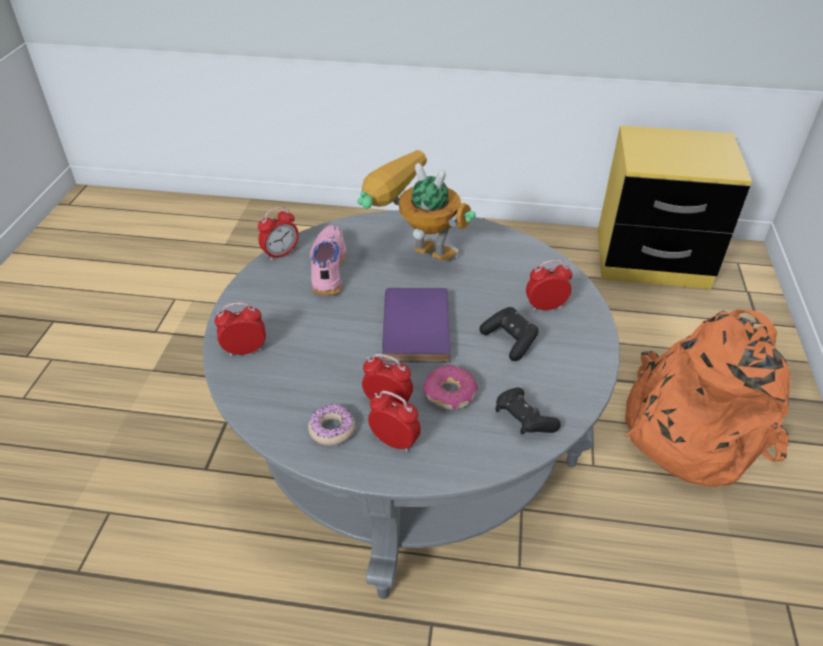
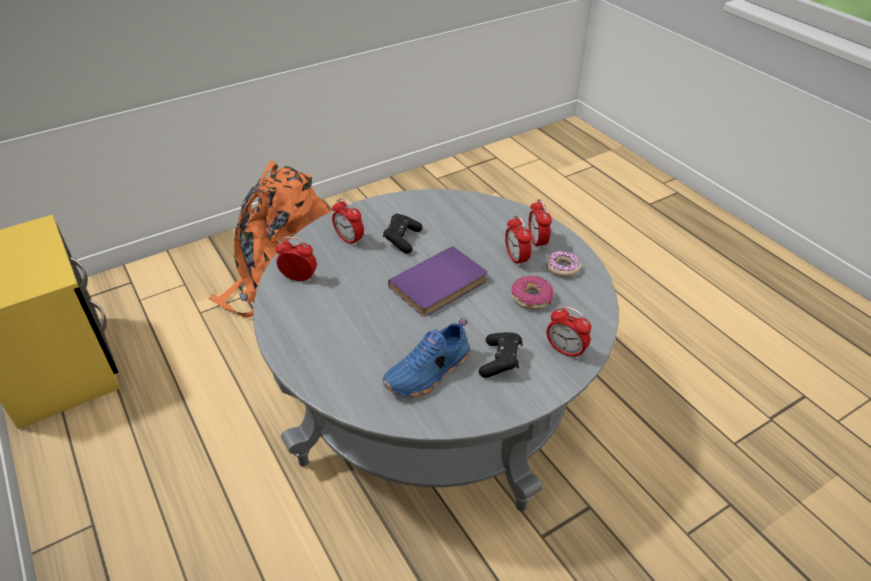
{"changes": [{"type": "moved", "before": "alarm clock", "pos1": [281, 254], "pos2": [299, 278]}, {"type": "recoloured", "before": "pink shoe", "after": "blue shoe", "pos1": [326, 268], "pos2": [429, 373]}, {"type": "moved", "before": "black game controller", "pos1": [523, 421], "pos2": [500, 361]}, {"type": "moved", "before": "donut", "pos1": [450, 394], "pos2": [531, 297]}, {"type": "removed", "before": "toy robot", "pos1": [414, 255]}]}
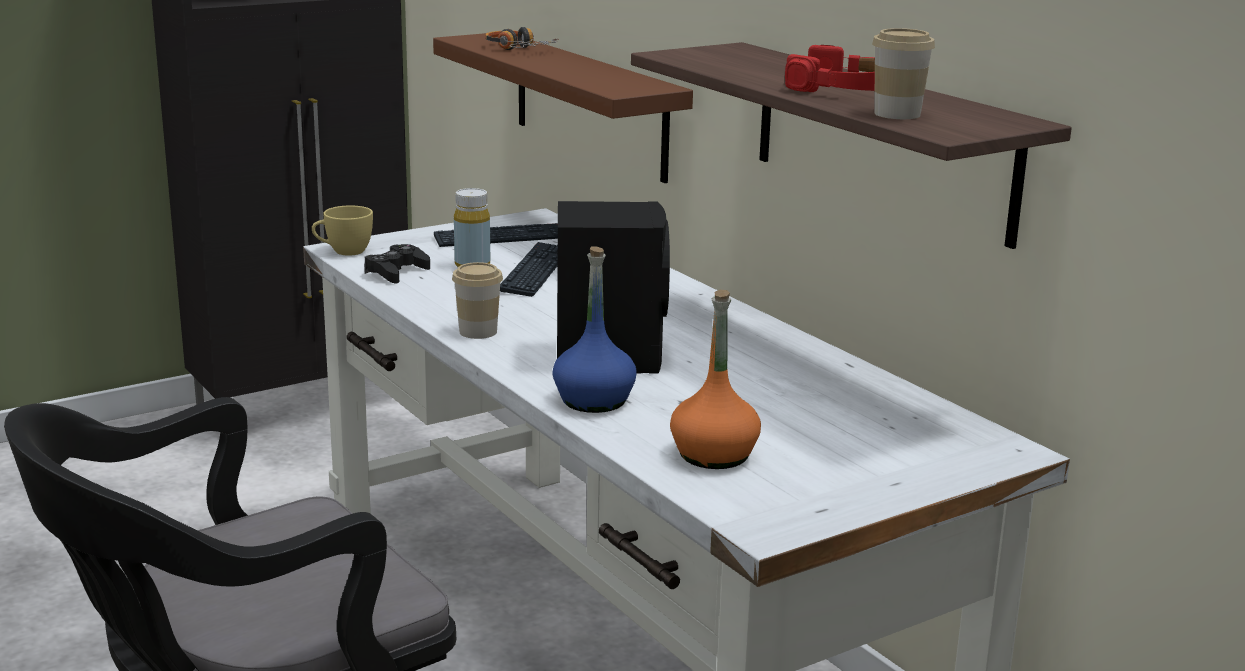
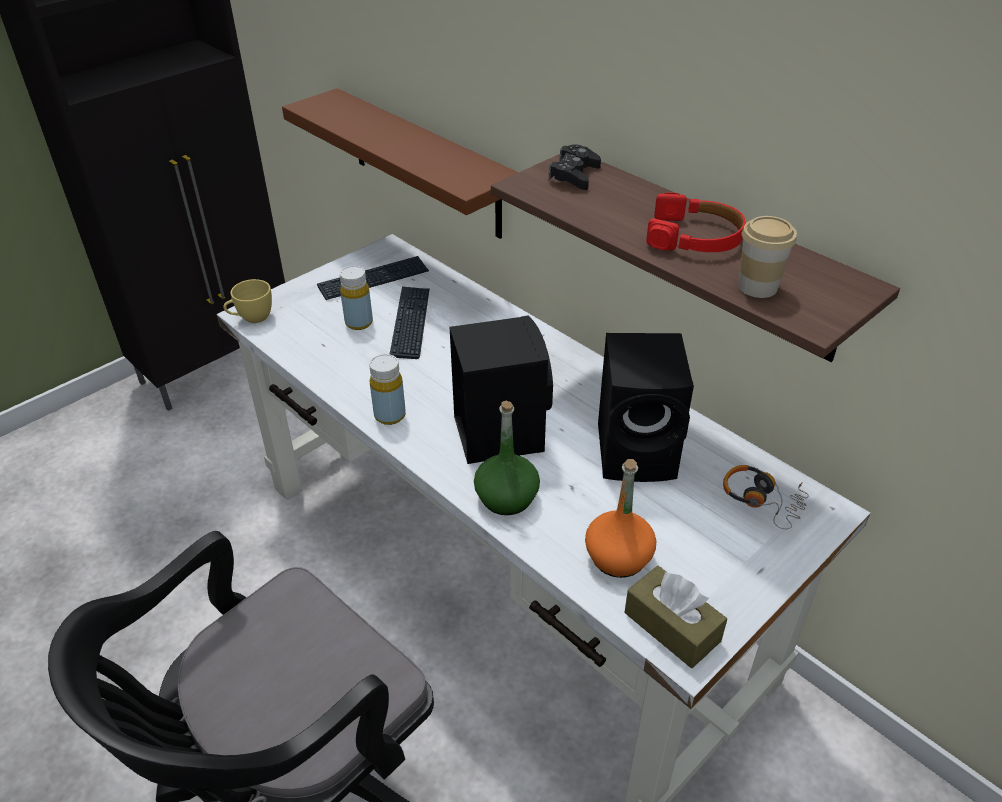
{"changes": [{"type": "replaced", "before": "cup", "after": "yellow bottle", "pos1": [478, 332], "pos2": [390, 415]}, {"type": "recoloured", "before": "blue bottle", "after": "green bottle", "pos1": [594, 401], "pos2": [507, 497]}, {"type": "moved", "before": "black game controller", "pos1": [396, 272], "pos2": [574, 175]}, {"type": "added", "after": "black speaker", "pos2": [639, 452]}, {"type": "added", "after": "brown tissue box", "pos2": [672, 627]}, {"type": "moved", "before": "headphones", "pos1": [519, 49], "pos2": [762, 500]}]}
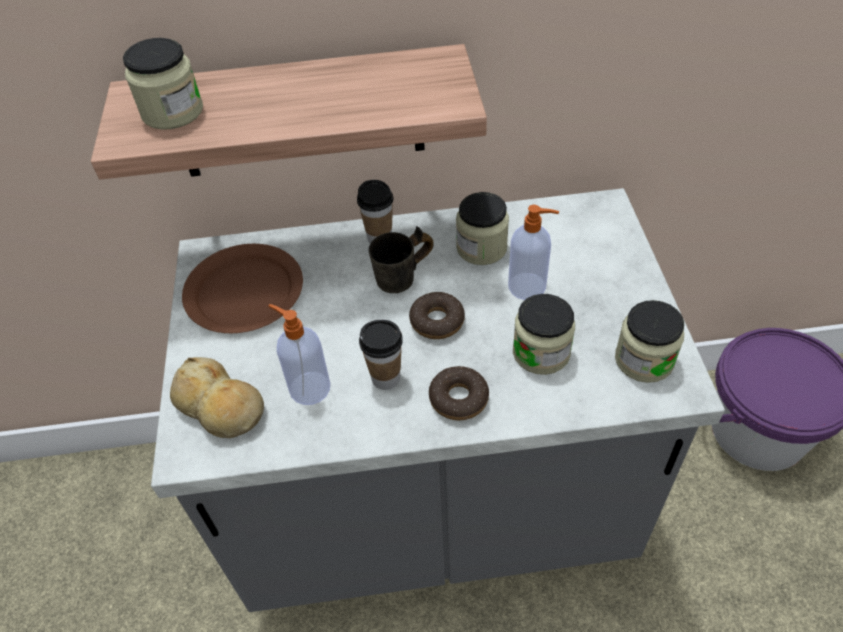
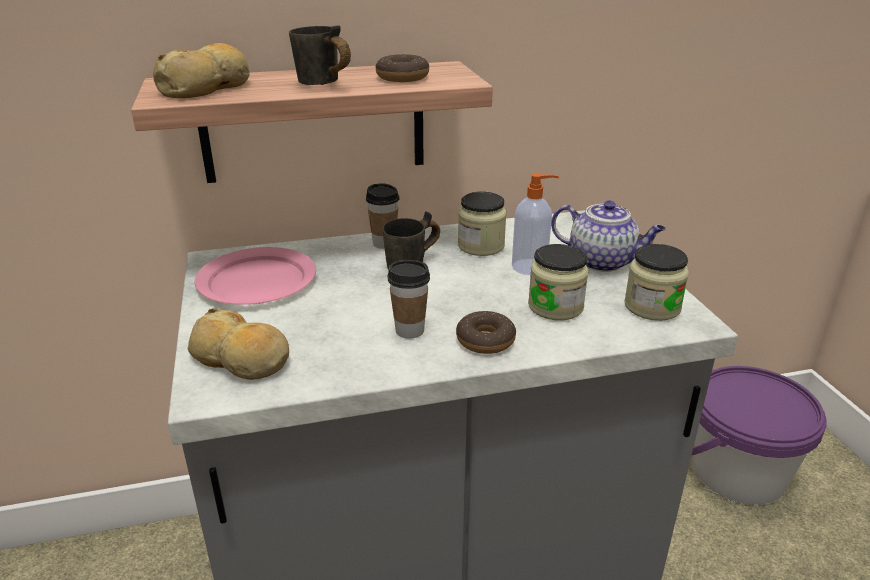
{"changes": [{"type": "replaced", "before": "jar", "after": "bread", "pos1": [172, 112], "pos2": [207, 88]}, {"type": "recoloured", "before": "brown plate", "after": "pink plate", "pos1": [245, 292], "pos2": [258, 281]}, {"type": "added", "after": "grey mug", "pos2": [320, 86]}, {"type": "moved", "before": "donut", "pos1": [437, 321], "pos2": [402, 77]}, {"type": "added", "after": "teapot", "pos2": [603, 262]}, {"type": "removed", "before": "soap dispenser", "pos1": [308, 387]}]}
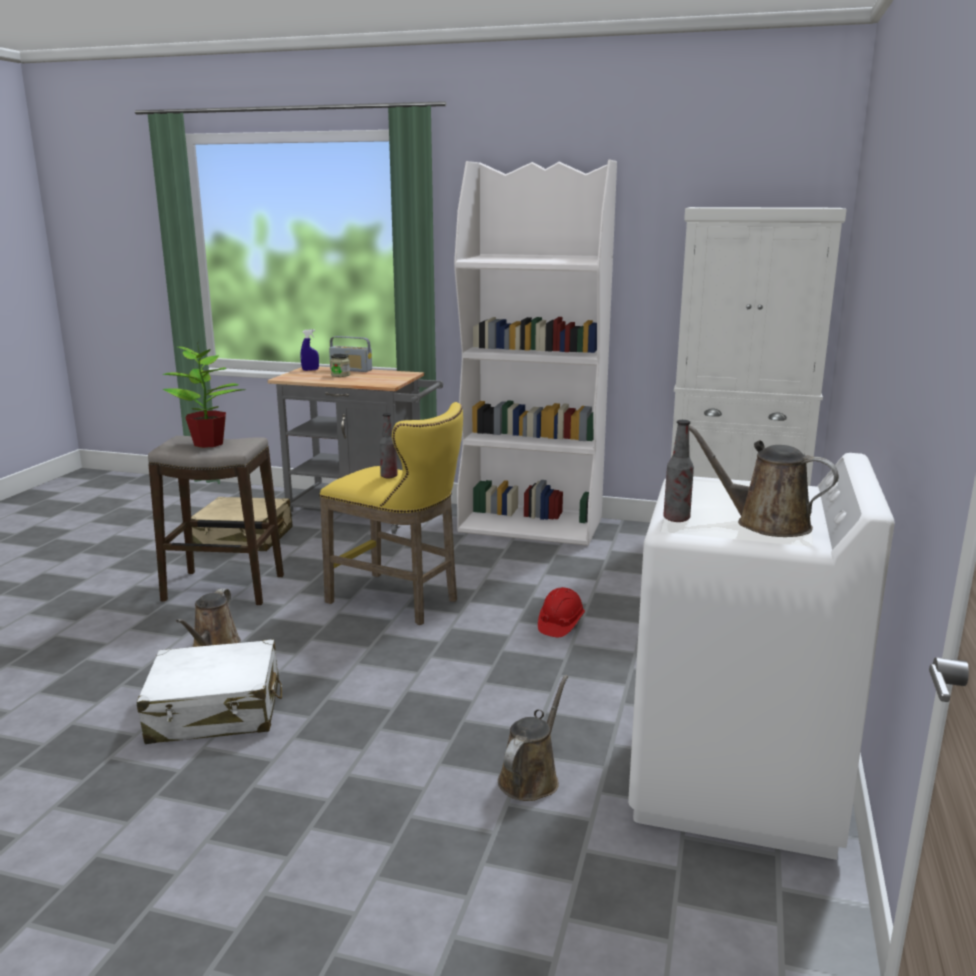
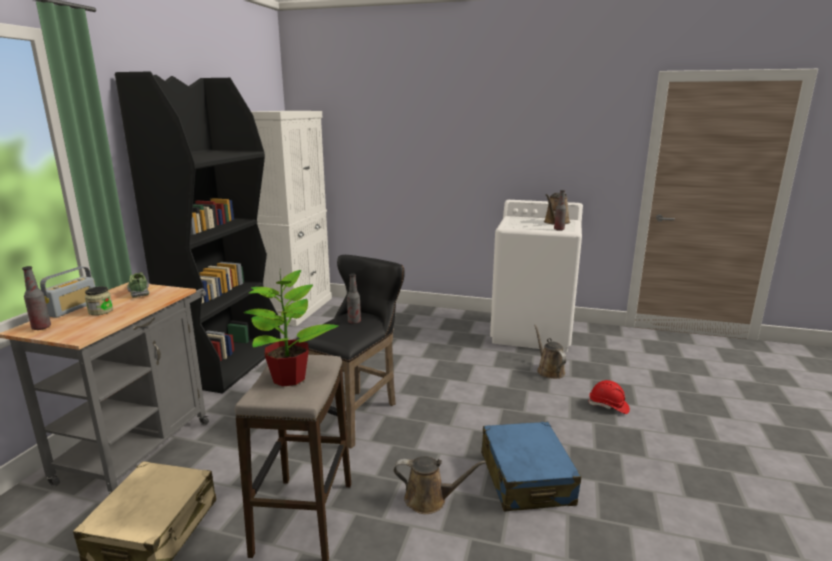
{"changes": [{"type": "replaced", "before": "blue spray bottle", "after": "bottle", "pos1": [310, 370], "pos2": [41, 327]}, {"type": "recoloured", "before": "white bookcase", "after": "black bookcase", "pos1": [532, 525], "pos2": [228, 363]}, {"type": "added", "after": "shoe", "pos2": [139, 291]}, {"type": "recoloured", "before": "yellow stool", "after": "black stool", "pos1": [399, 602], "pos2": [356, 414]}, {"type": "recoloured", "before": "white suitcase", "after": "blue suitcase", "pos1": [215, 711], "pos2": [526, 478]}, {"type": "turned", "before": "brown watering can", "pos1": [531, 778], "pos2": [549, 370], "turn": 45}, {"type": "moved", "before": "red hard hat", "pos1": [560, 625], "pos2": [608, 406]}]}
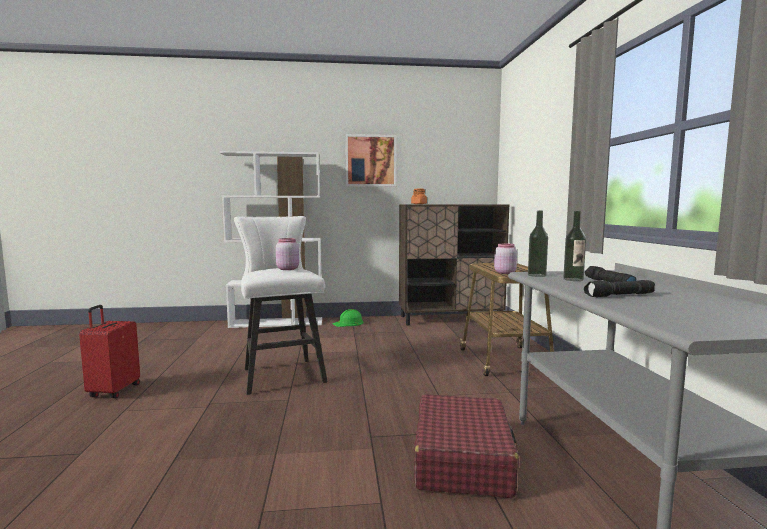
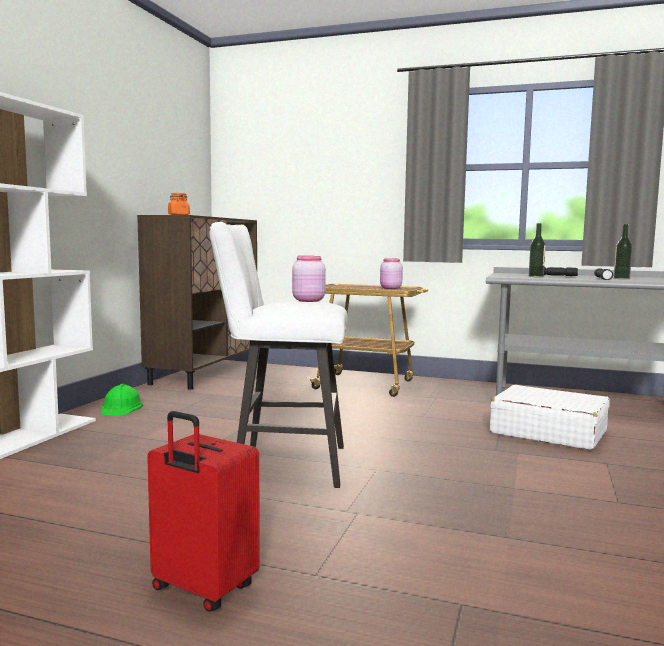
{"changes": [{"type": "recoloured", "before": "red suitcase", "after": "white suitcase", "pos1": [462, 459], "pos2": [548, 432]}, {"type": "moved", "before": "bottle", "pos1": [536, 275], "pos2": [621, 278]}, {"type": "removed", "before": "picture", "pos1": [370, 161]}]}
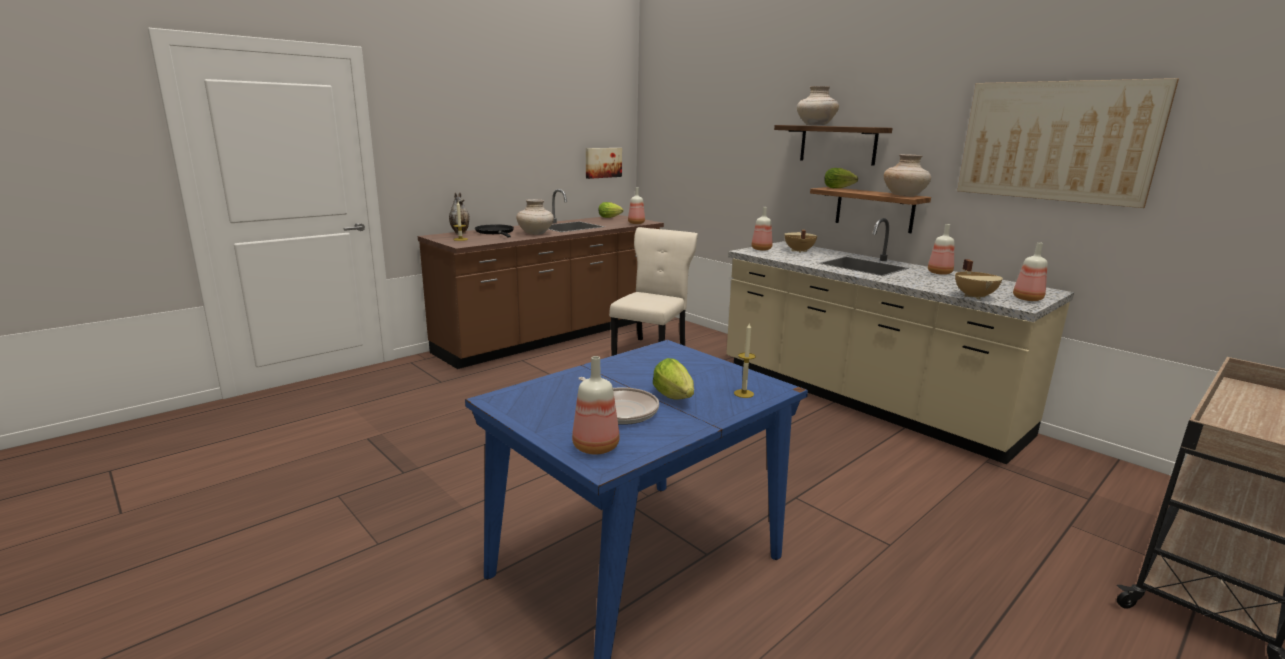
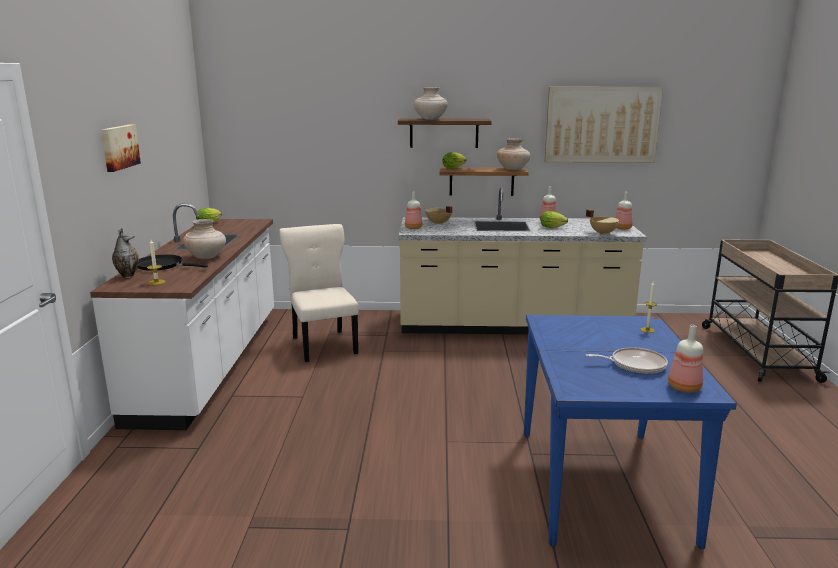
{"changes": [{"type": "recoloured", "before": "brown counter", "after": "white counter", "pos1": [553, 336], "pos2": [211, 363]}, {"type": "moved", "before": "picture", "pos1": [602, 162], "pos2": [119, 147]}, {"type": "moved", "before": "lettuce", "pos1": [675, 398], "pos2": [553, 227]}, {"type": "removed", "before": "bottle", "pos1": [635, 223]}]}
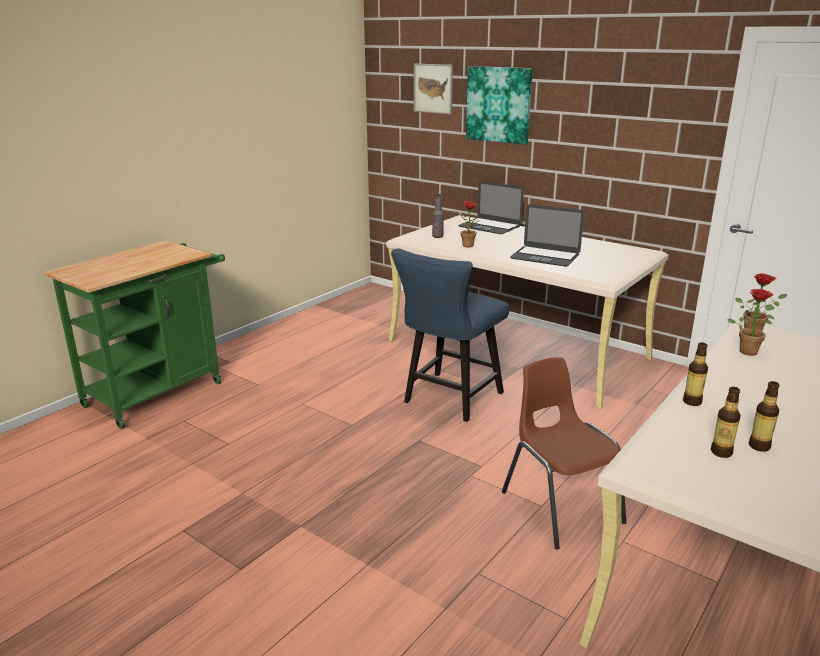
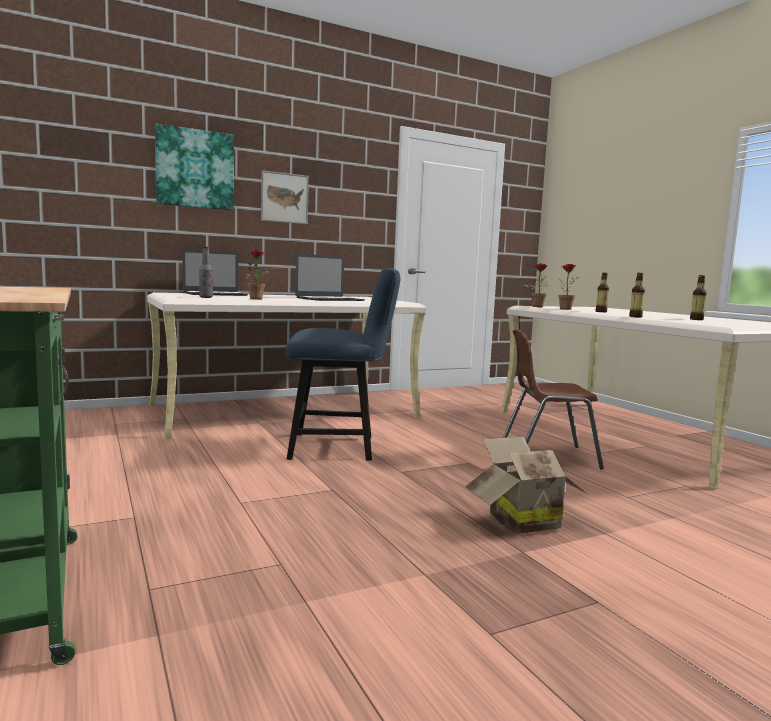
{"changes": [{"type": "moved", "before": "picture", "pos1": [433, 88], "pos2": [284, 198]}, {"type": "turned", "before": "blue chair", "pos1": [448, 400], "pos2": [340, 447], "turn": -60}, {"type": "added", "after": "cardboard box", "pos2": [519, 520]}, {"type": "moved", "before": "bottle", "pos1": [721, 452], "pos2": [601, 312]}]}
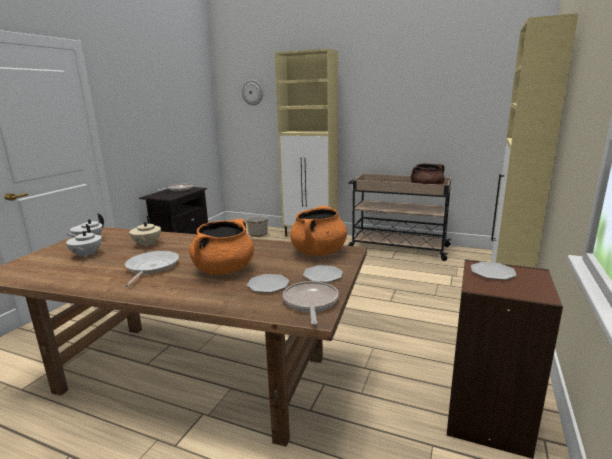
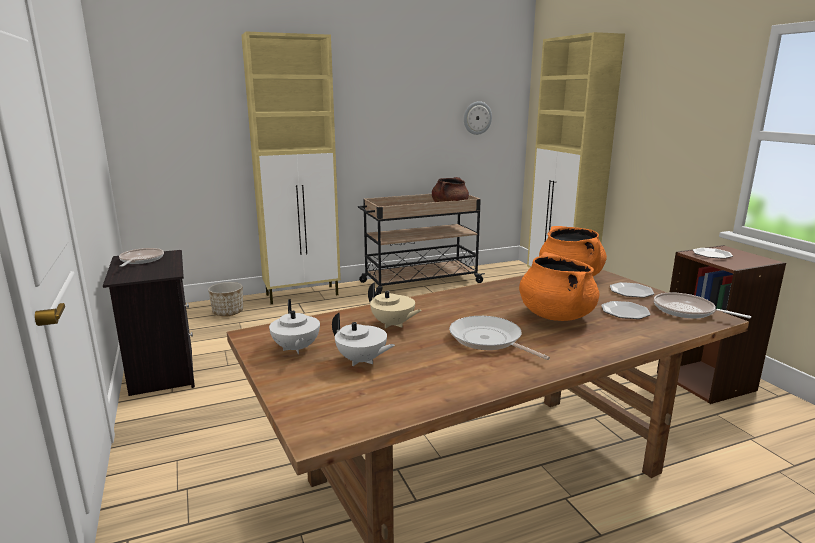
{"changes": [{"type": "moved", "before": "wall clock", "pos1": [252, 92], "pos2": [477, 118]}]}
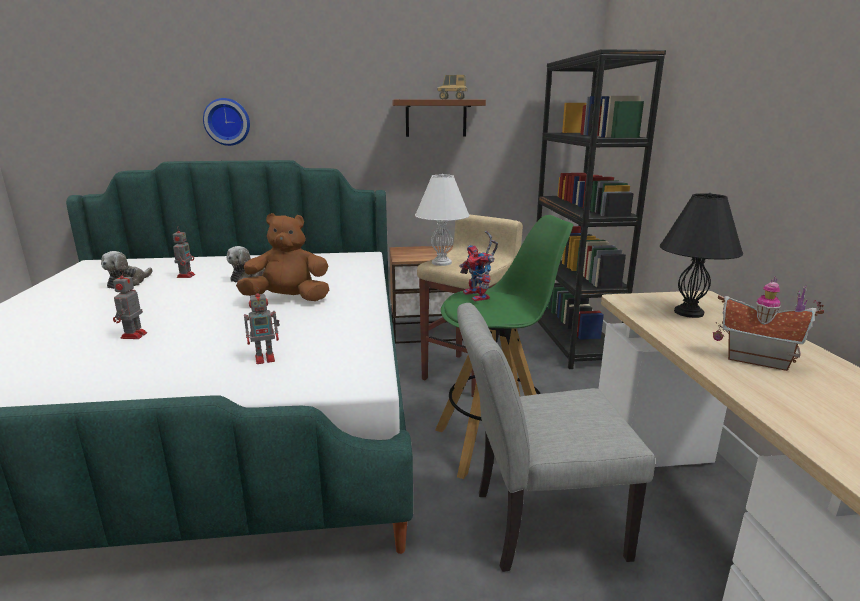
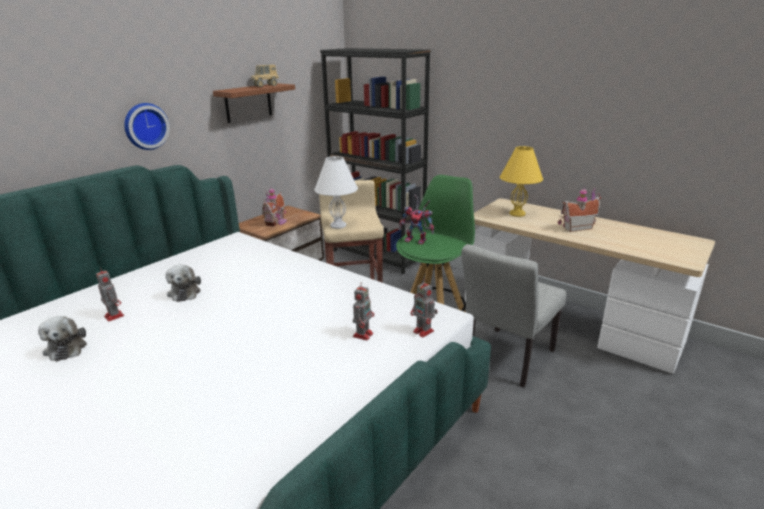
{"changes": [{"type": "moved", "before": "wall clock", "pos1": [227, 122], "pos2": [145, 126]}, {"type": "added", "after": "toy house", "pos2": [277, 222]}, {"type": "moved", "before": "toy robot", "pos1": [133, 336], "pos2": [424, 332]}, {"type": "recoloured", "before": "black table lamp", "after": "yellow table lamp", "pos1": [688, 313], "pos2": [517, 214]}, {"type": "removed", "before": "brown plush toy", "pos1": [288, 299]}]}
